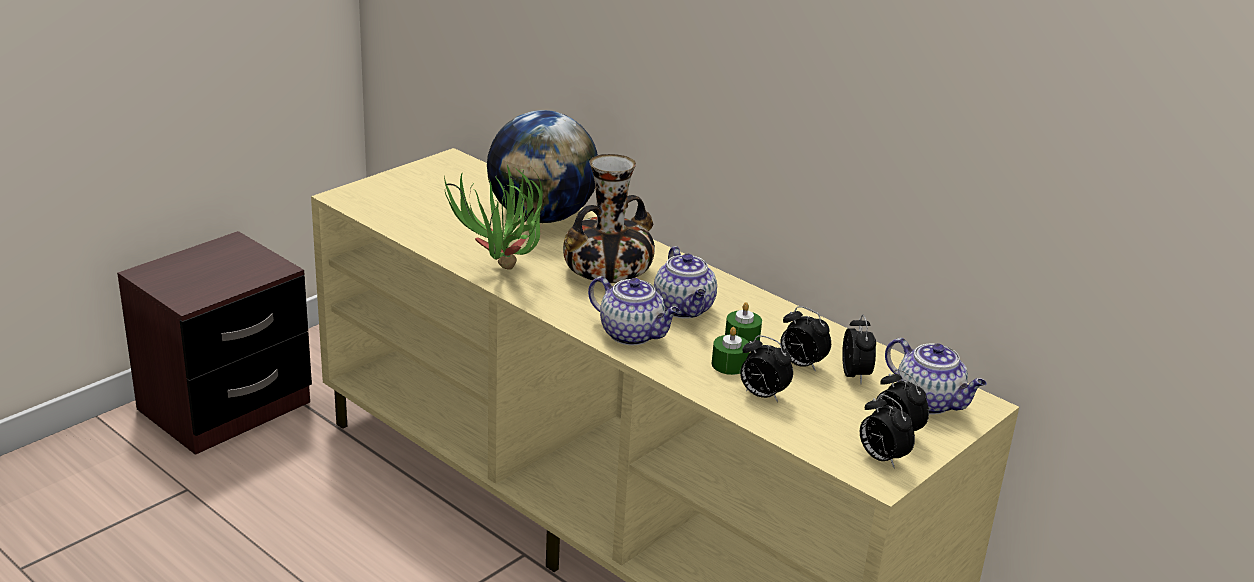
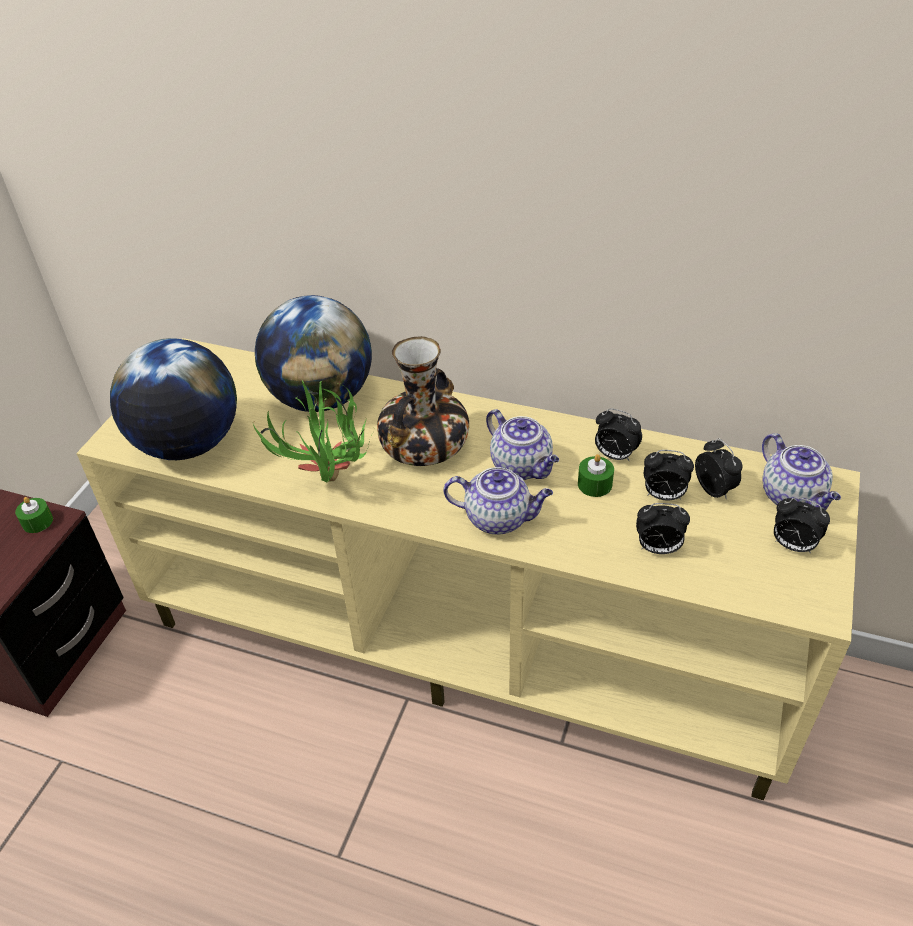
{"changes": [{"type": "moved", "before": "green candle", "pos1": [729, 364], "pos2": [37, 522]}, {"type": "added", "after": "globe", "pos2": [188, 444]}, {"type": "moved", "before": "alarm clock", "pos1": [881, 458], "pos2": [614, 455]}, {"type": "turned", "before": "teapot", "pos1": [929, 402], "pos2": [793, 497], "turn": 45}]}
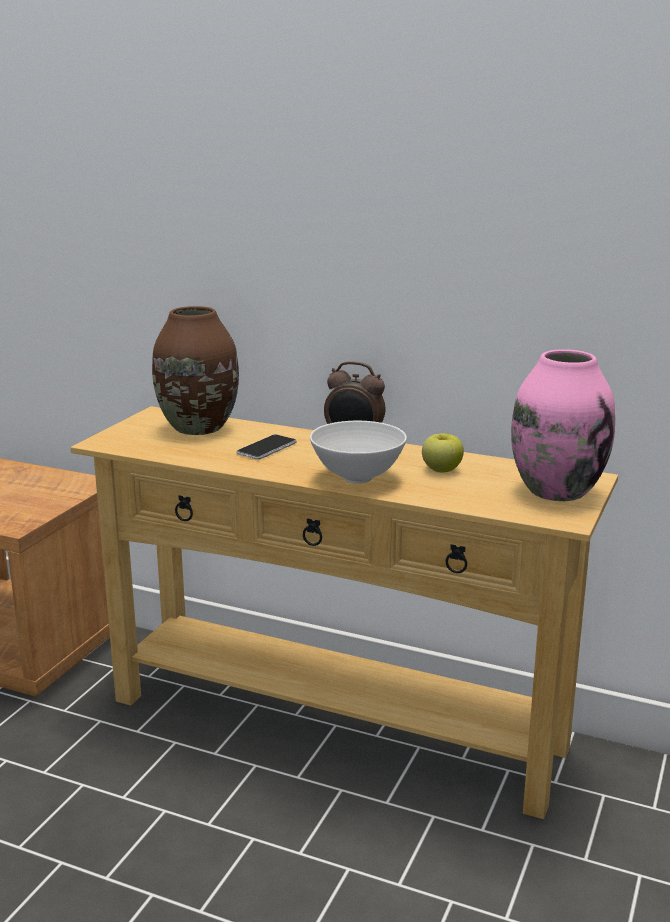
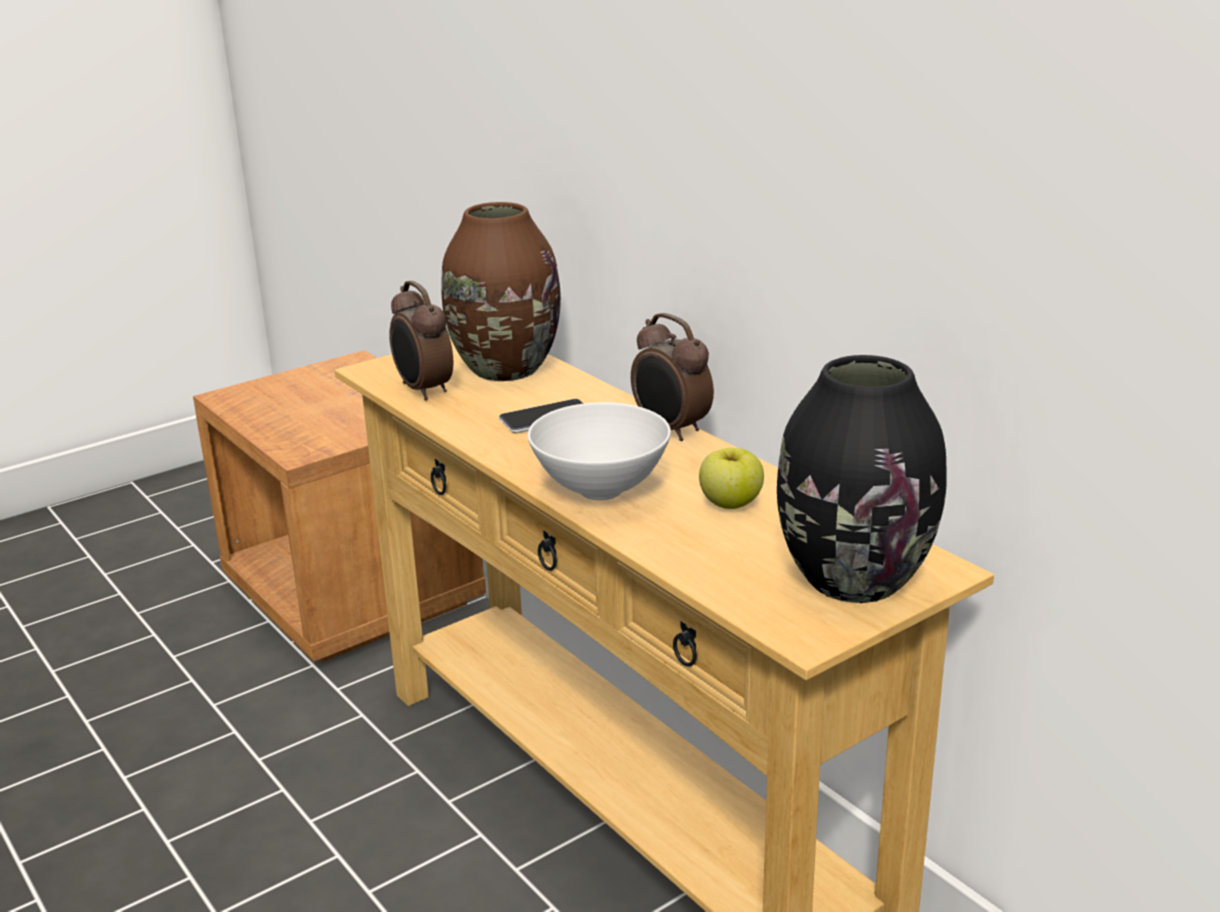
{"changes": [{"type": "added", "after": "alarm clock", "pos2": [423, 390]}, {"type": "recoloured", "before": "pink vase", "after": "black vase", "pos1": [556, 490], "pos2": [854, 579]}]}
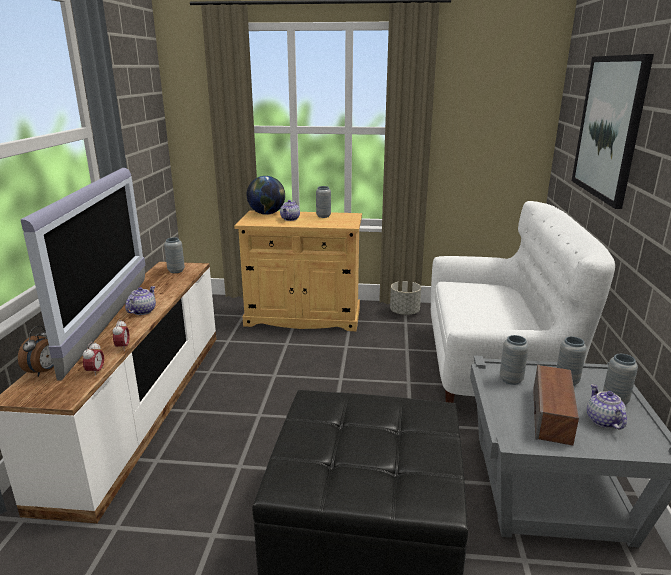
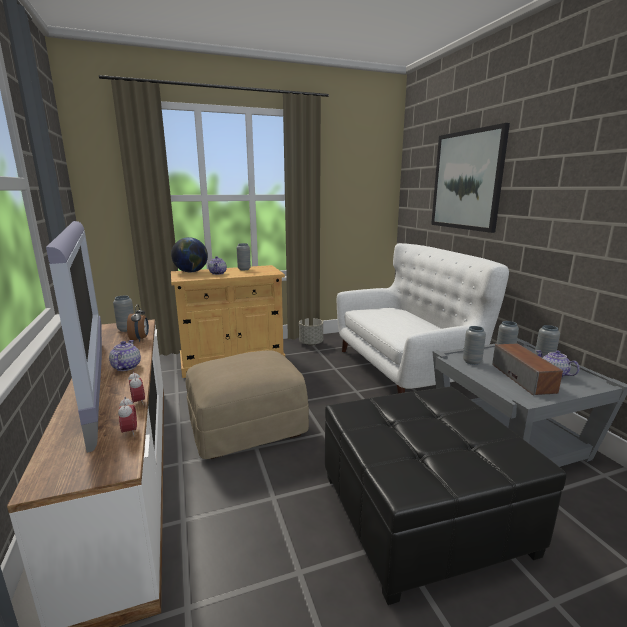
{"changes": [{"type": "moved", "before": "alarm clock", "pos1": [44, 371], "pos2": [140, 339]}, {"type": "added", "after": "beige ottoman", "pos2": [247, 427]}]}
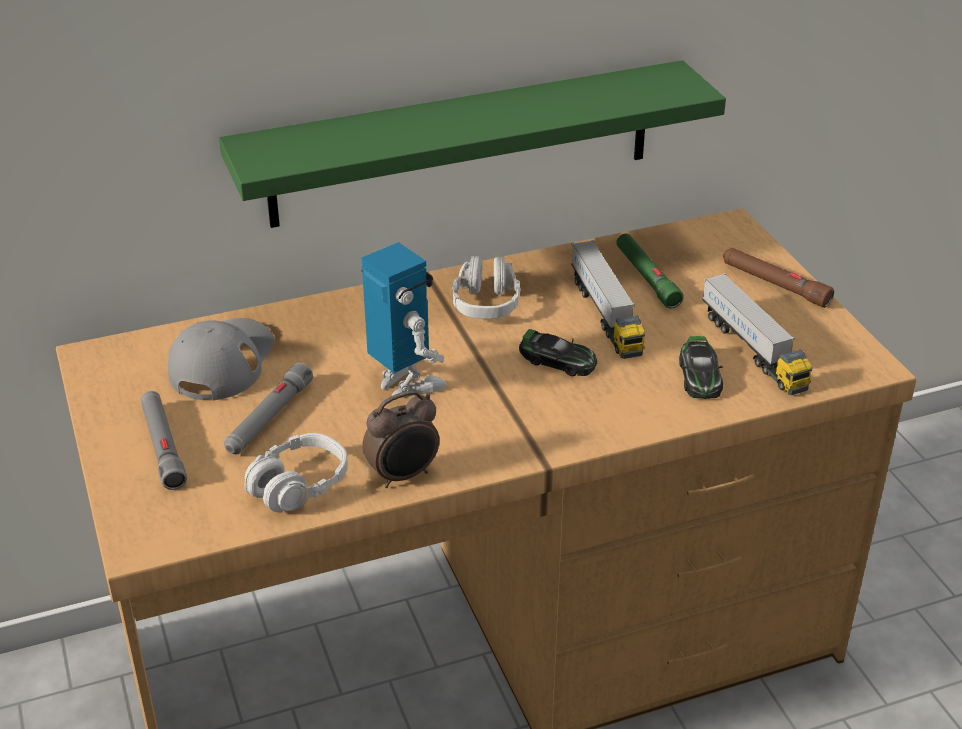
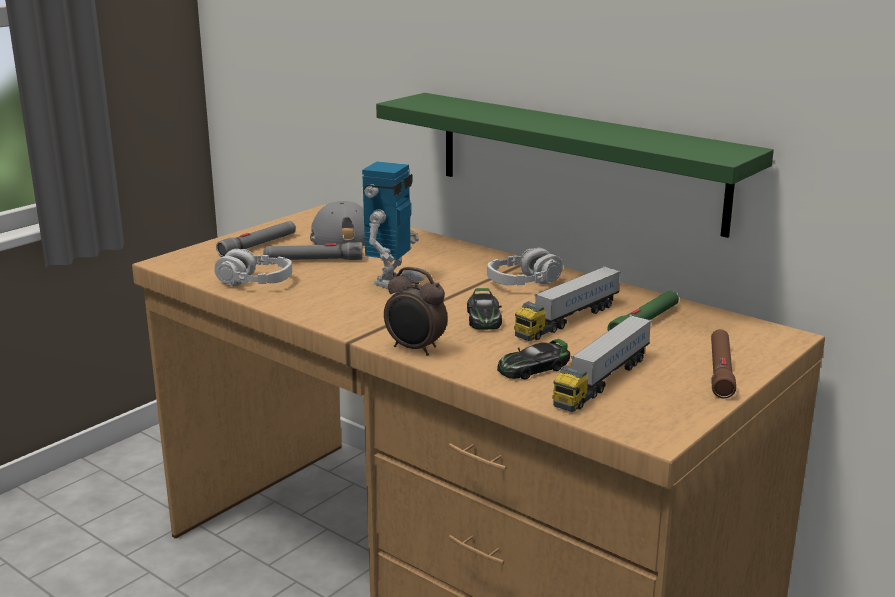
{"changes": [{"type": "moved", "before": "alarm clock", "pos1": [404, 475], "pos2": [415, 349]}]}
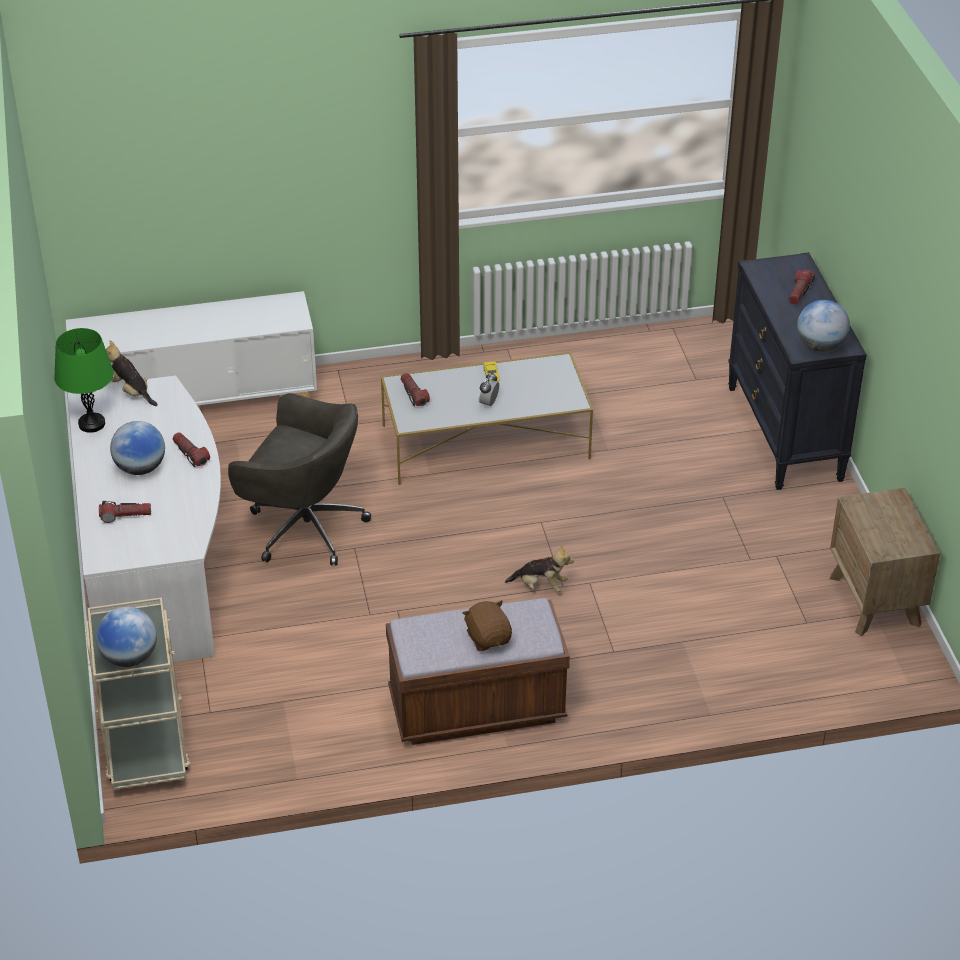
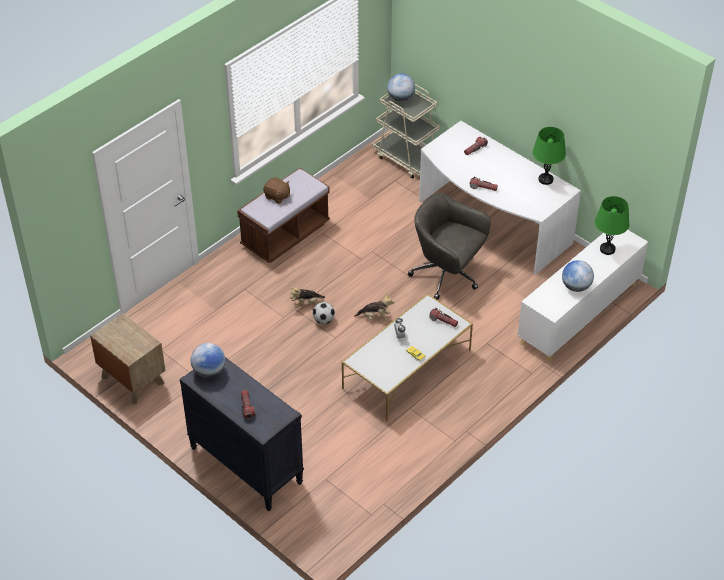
{"changes": [{"type": "added", "after": "football", "pos2": [324, 320]}, {"type": "moved", "before": "plush toy", "pos1": [131, 392], "pos2": [375, 317]}, {"type": "turned", "before": "grey office chair", "pos1": [303, 527], "pos2": [447, 275], "turn": 45}, {"type": "moved", "before": "globe", "pos1": [140, 468], "pos2": [576, 286]}, {"type": "added", "after": "green table lamp", "pos2": [607, 249]}]}
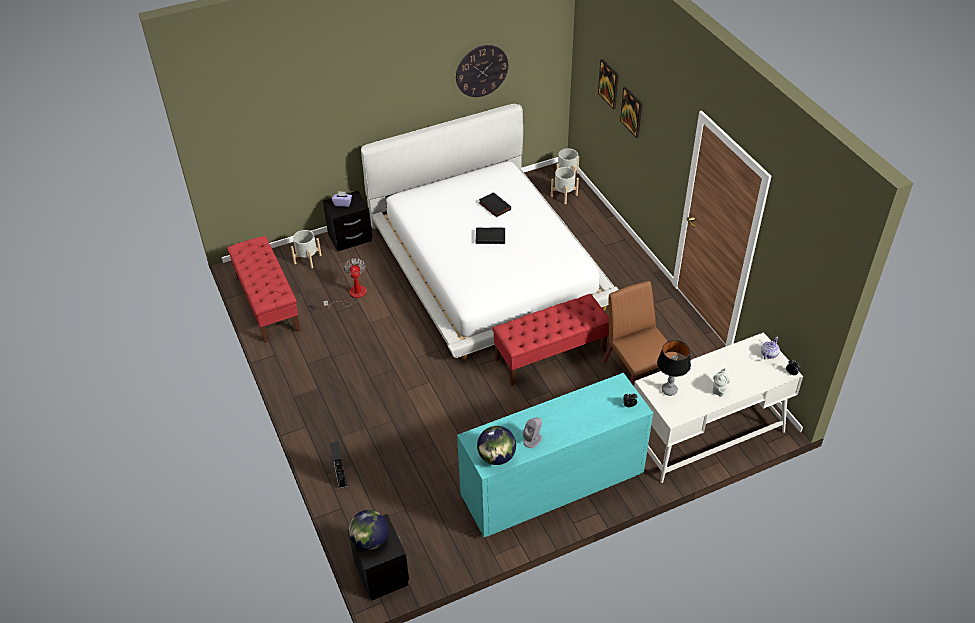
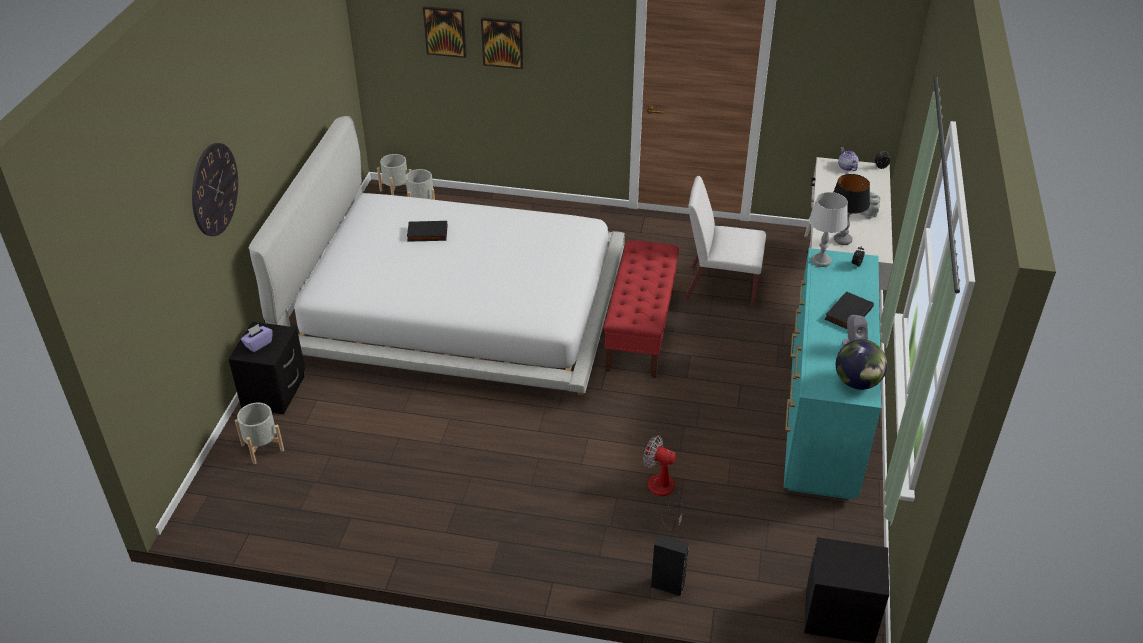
{"changes": [{"type": "moved", "before": "wall clock", "pos1": [481, 71], "pos2": [214, 189]}, {"type": "moved", "before": "fan", "pos1": [352, 295], "pos2": [663, 494]}, {"type": "recoloured", "before": "brown chair", "after": "white chair", "pos1": [636, 372], "pos2": [720, 287]}, {"type": "added", "after": "grey table lamp", "pos2": [821, 260]}, {"type": "moved", "before": "black book", "pos1": [490, 237], "pos2": [847, 313]}, {"type": "removed", "before": "red bench", "pos1": [267, 304]}, {"type": "removed", "before": "globe", "pos1": [369, 540]}]}
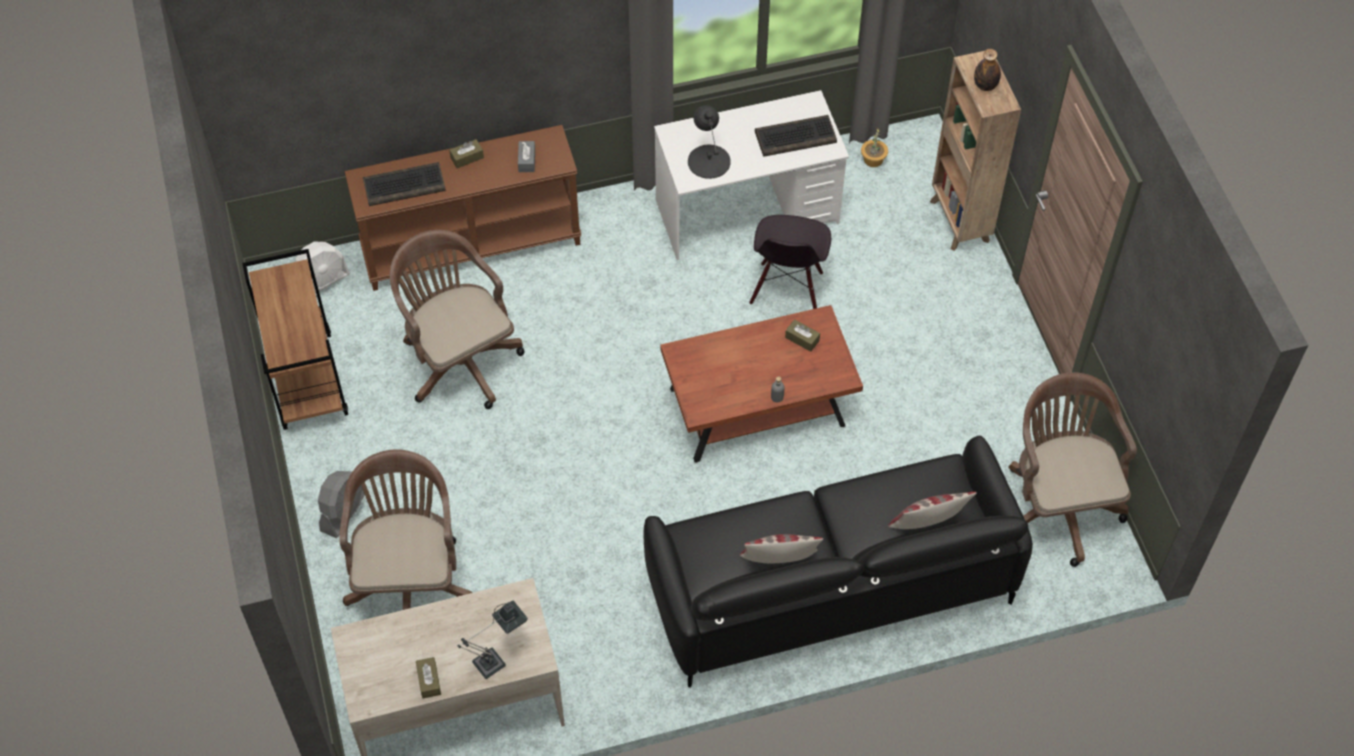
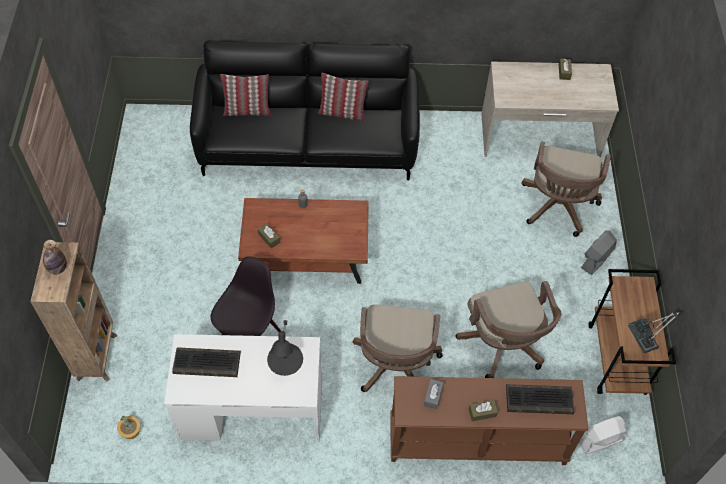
{"changes": [{"type": "moved", "before": "brown office chair", "pos1": [1057, 503], "pos2": [395, 366]}, {"type": "moved", "before": "table lamp", "pos1": [495, 659], "pos2": [642, 345]}]}
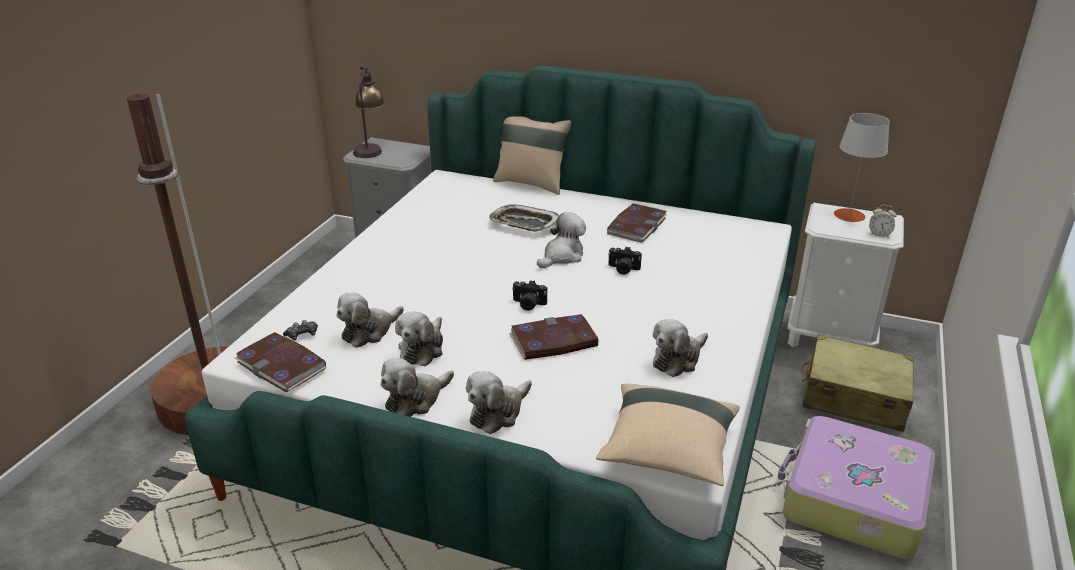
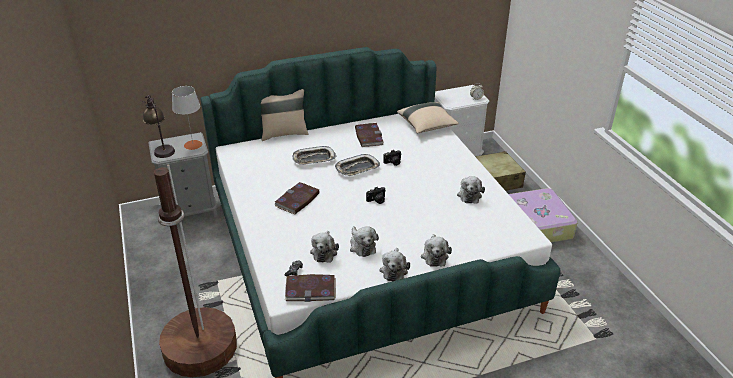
{"changes": [{"type": "moved", "before": "grey table lamp", "pos1": [849, 215], "pos2": [193, 145]}, {"type": "moved", "before": "book", "pos1": [553, 341], "pos2": [297, 200]}, {"type": "replaced", "before": "plush toy", "after": "tray", "pos1": [562, 256], "pos2": [357, 168]}, {"type": "moved", "before": "beige pillow", "pos1": [667, 451], "pos2": [427, 126]}]}
